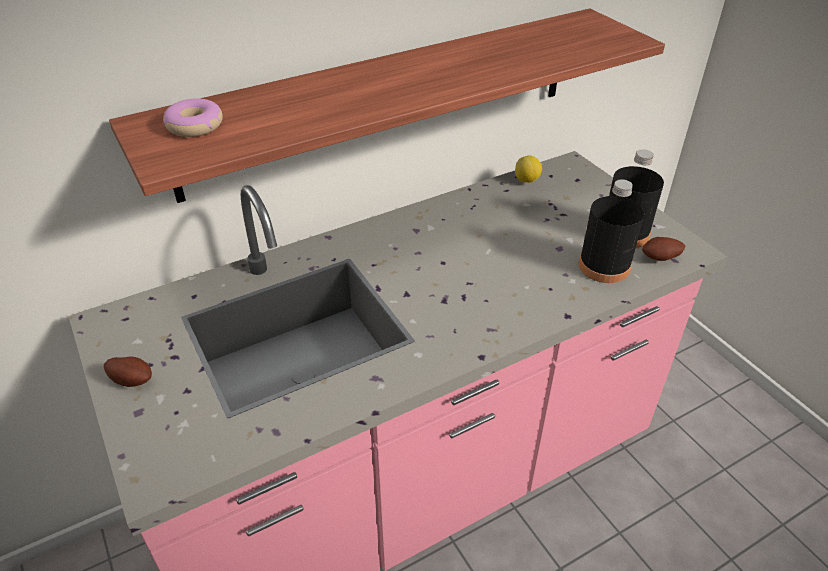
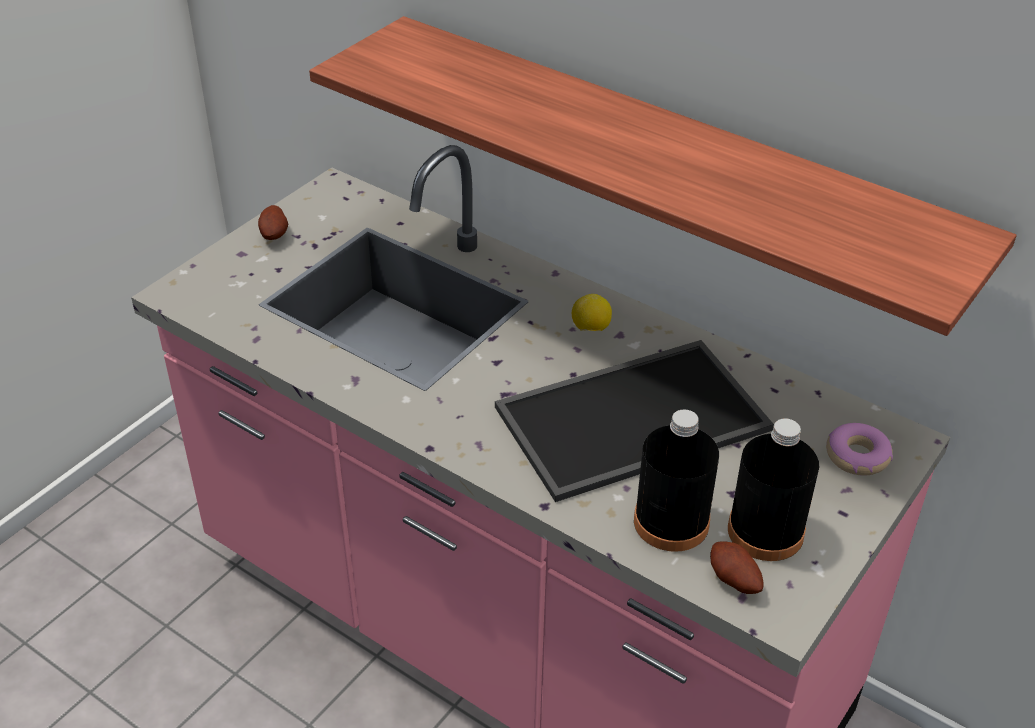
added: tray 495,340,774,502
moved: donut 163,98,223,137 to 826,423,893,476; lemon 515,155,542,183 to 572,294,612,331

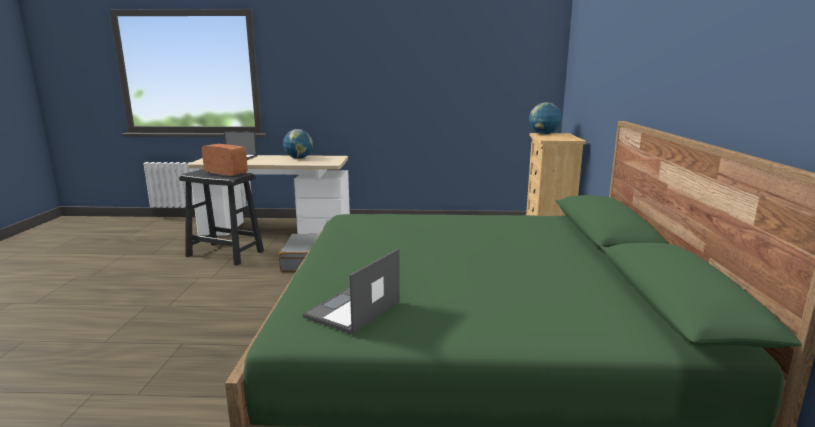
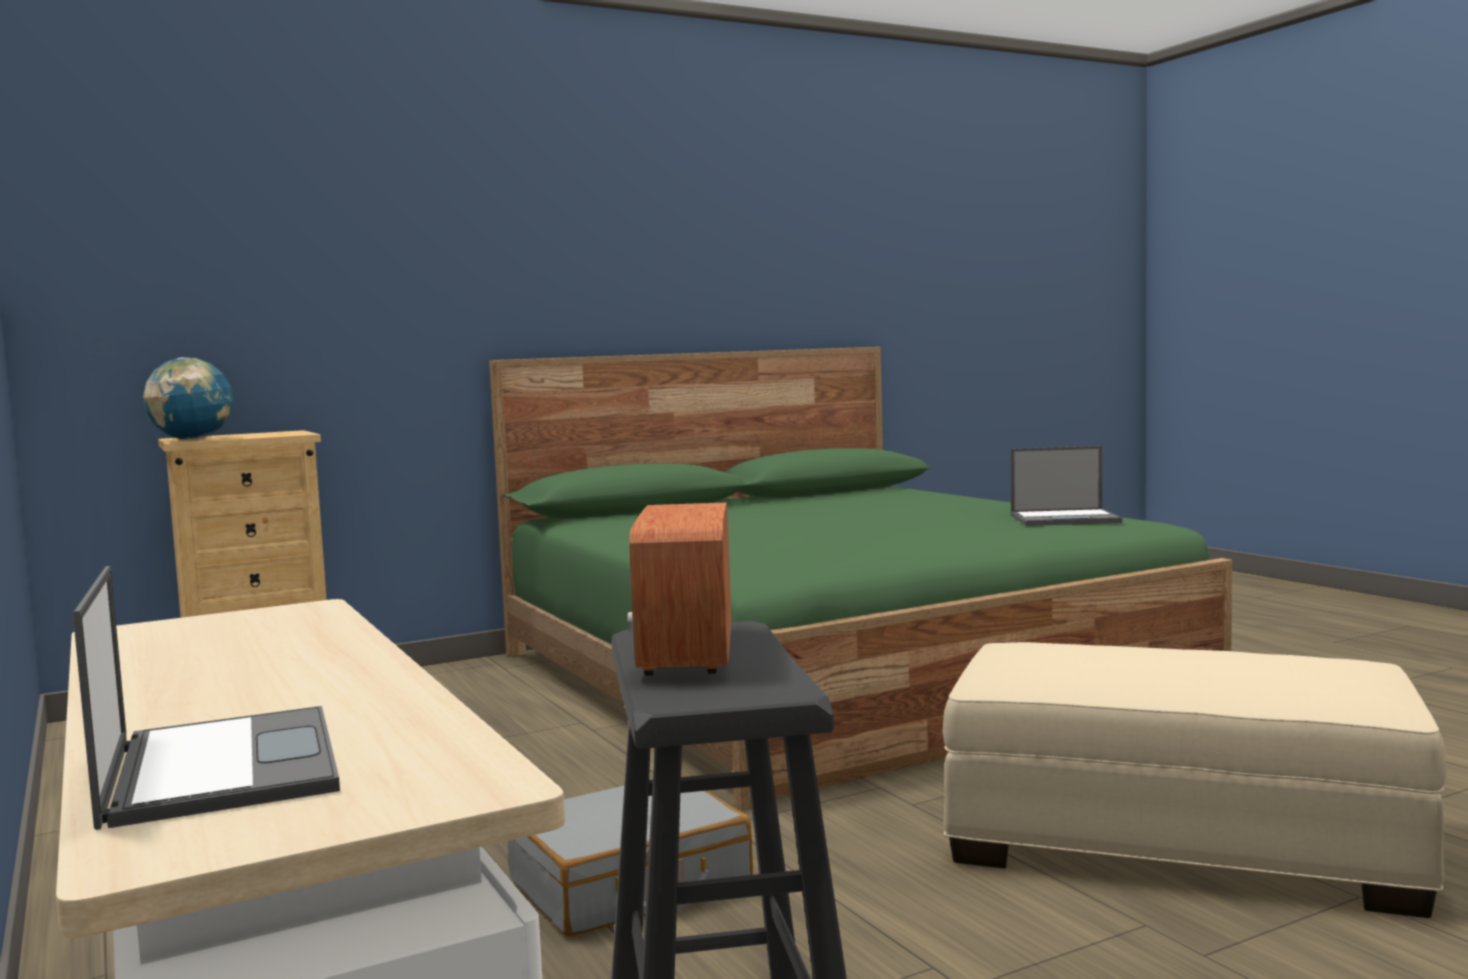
removed: globe 283,129,313,159
added: beige ottoman 943,642,1447,918

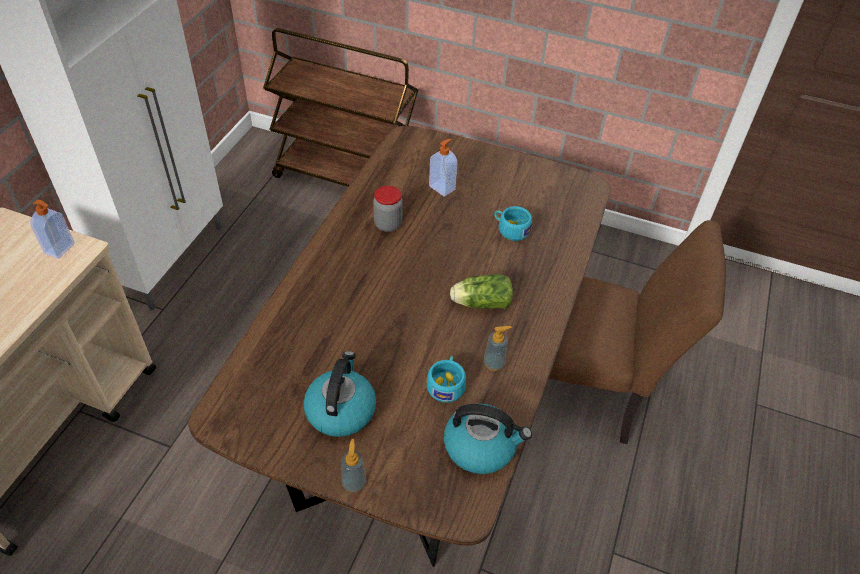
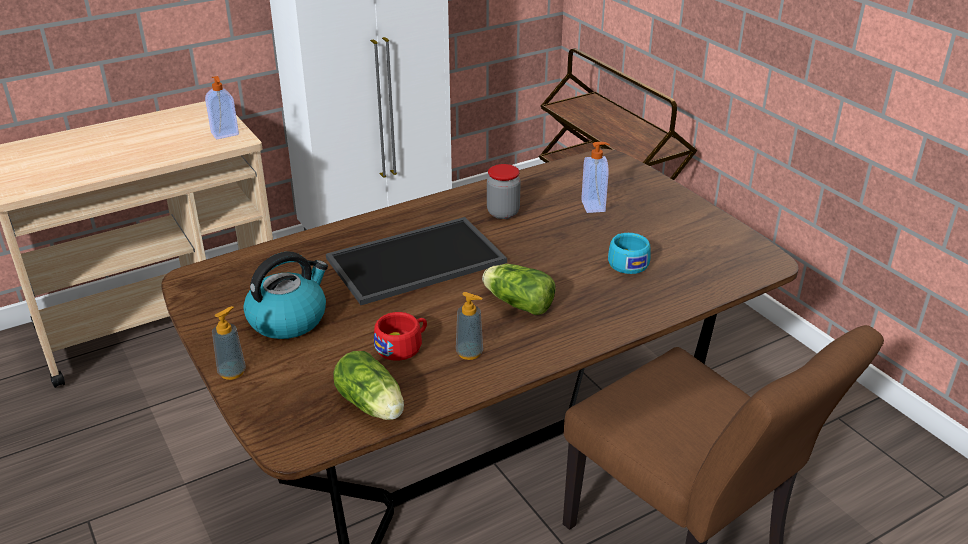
added: tray 326,217,507,305
replaced: kettle 444,403,532,474 to lettuce 333,351,404,420
recoloured: turquoise cup 426,356,466,403 to red cup 374,312,427,361

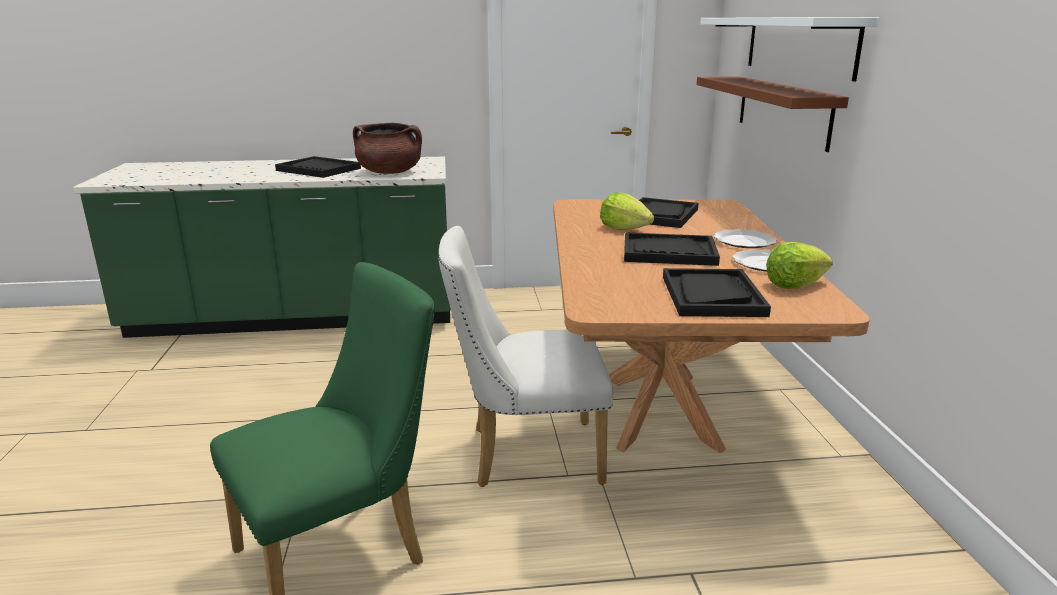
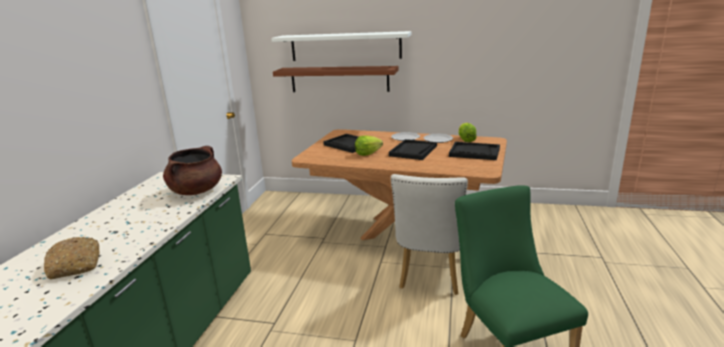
removed: black tray 275,156,361,178
added: bread 44,237,99,279

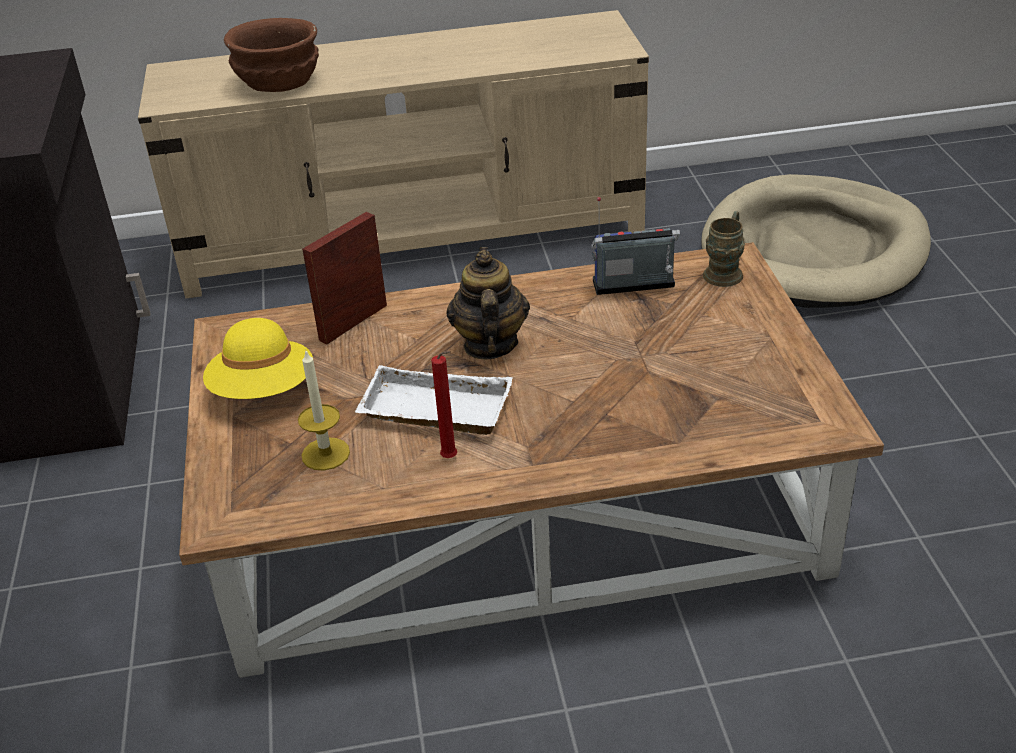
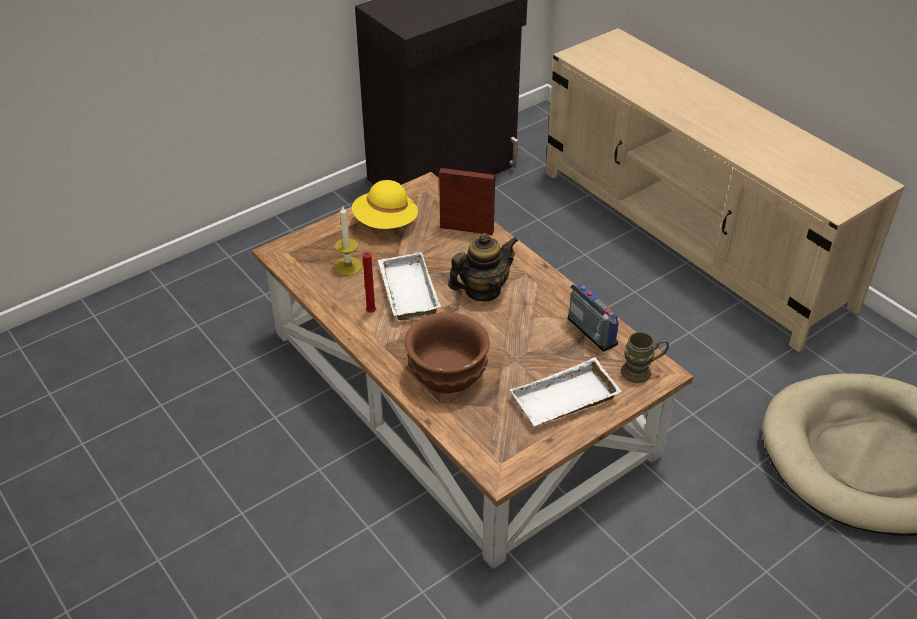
added: white tray 510,357,622,426
moved: brown bowl 224,18,319,92 to 405,312,490,393

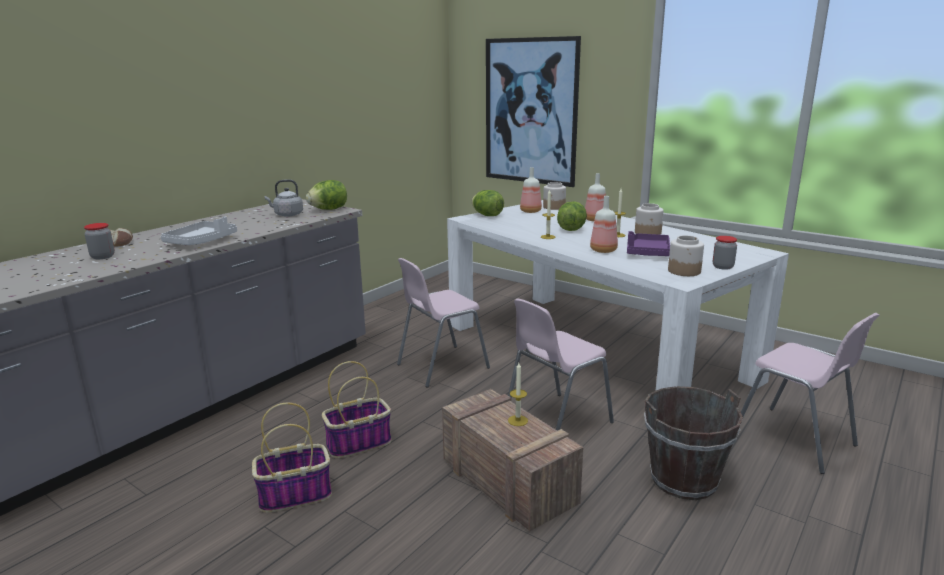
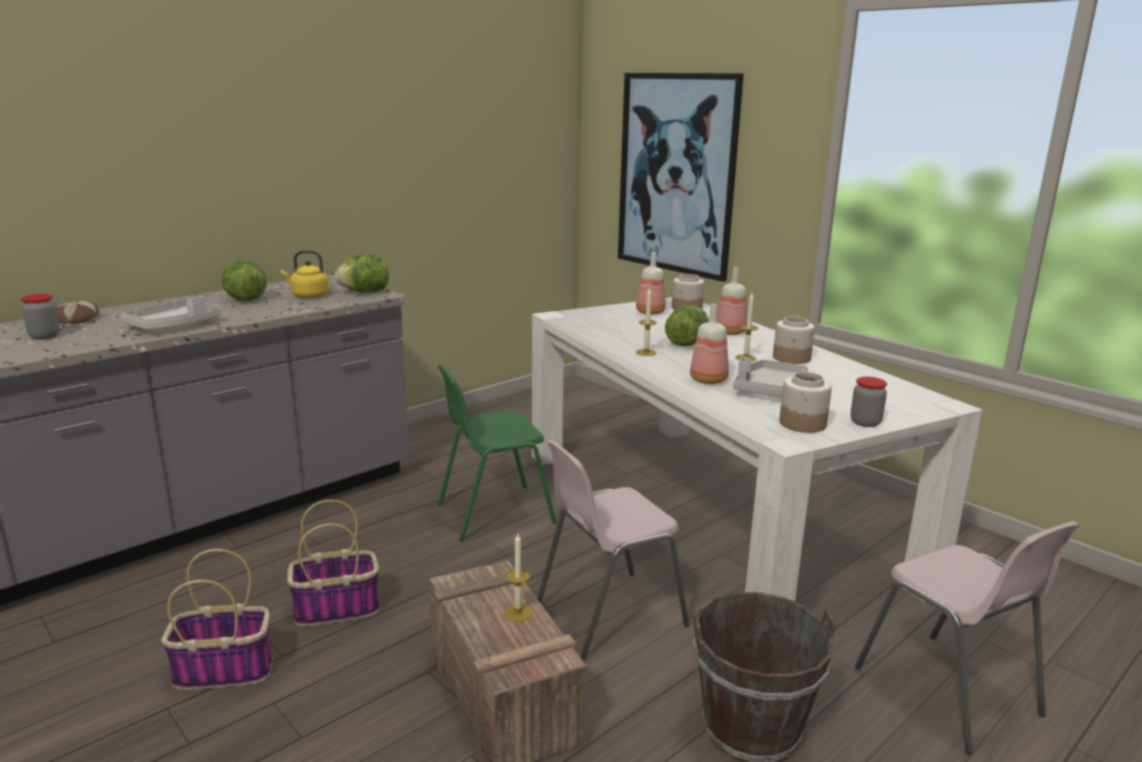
moved: lettuce 471,190,504,216 to 222,260,267,301
recoloured: grey kettle 265,180,303,217 to yellow kettle 281,251,329,298; purple tray 627,231,670,256 to grey tray 733,357,808,397; pink chair 397,258,490,387 to green chair 438,365,557,541

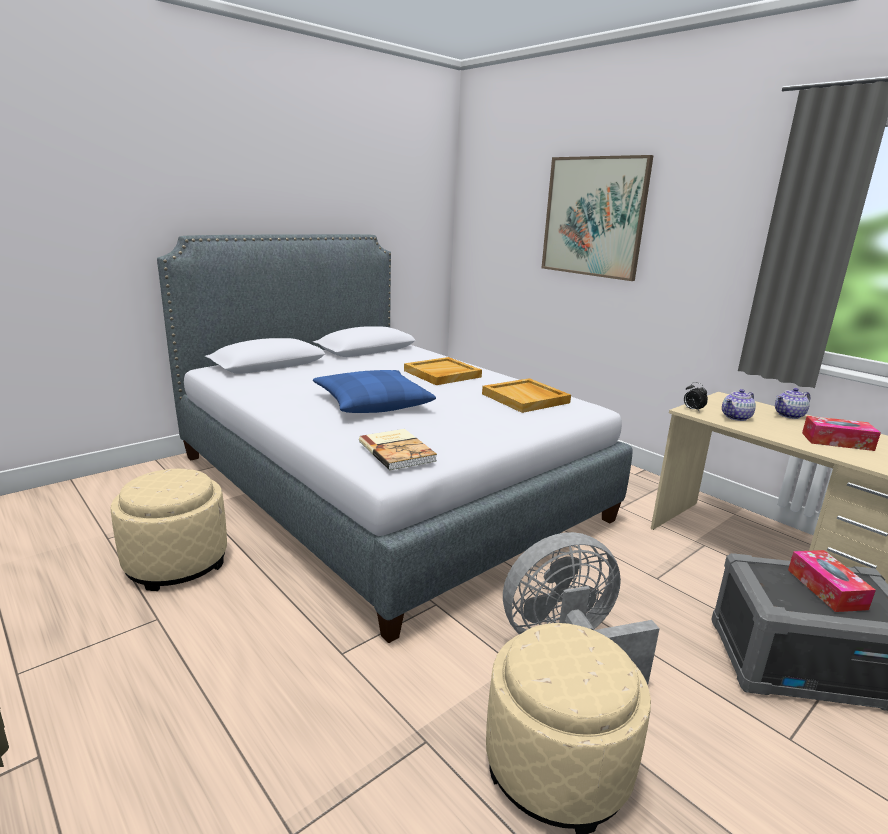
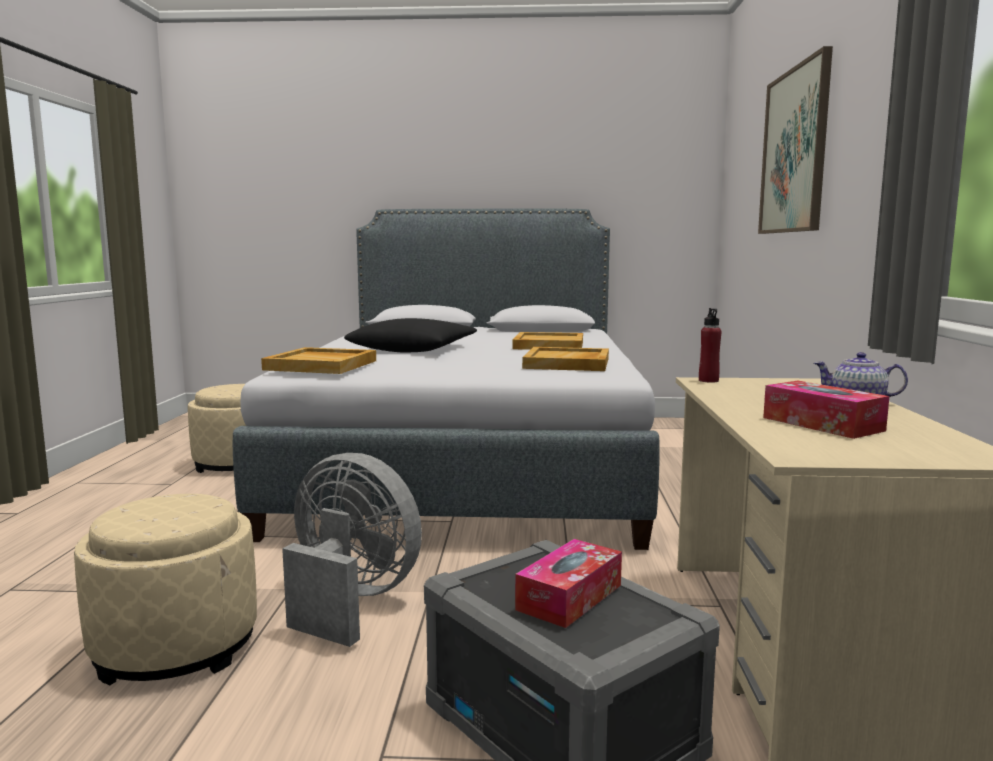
removed: teapot 722,389,756,421
replaced: alarm clock 684,382,708,411 to red bottle 699,308,722,383; book 359,429,437,470 to beige tray 261,347,376,374
recoloured: blue pillow 313,370,436,413 to black pillow 344,318,477,352

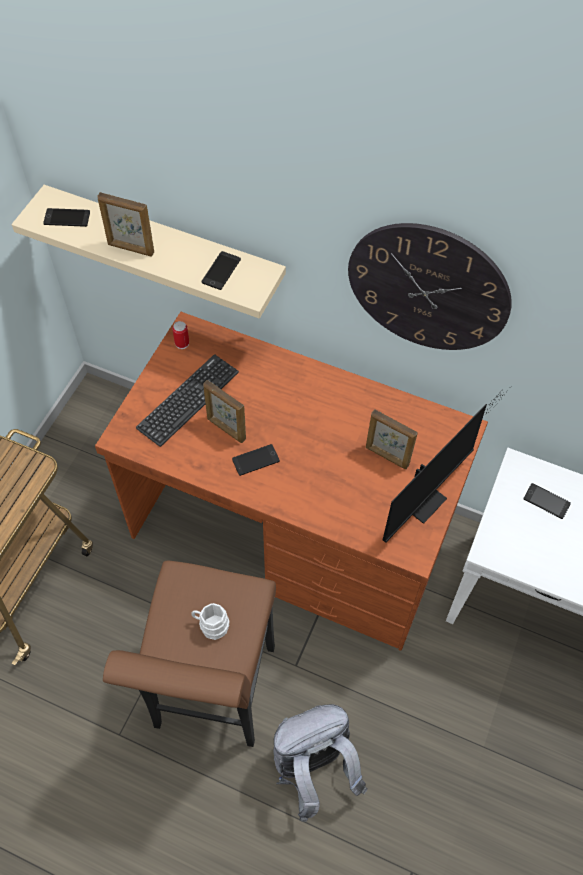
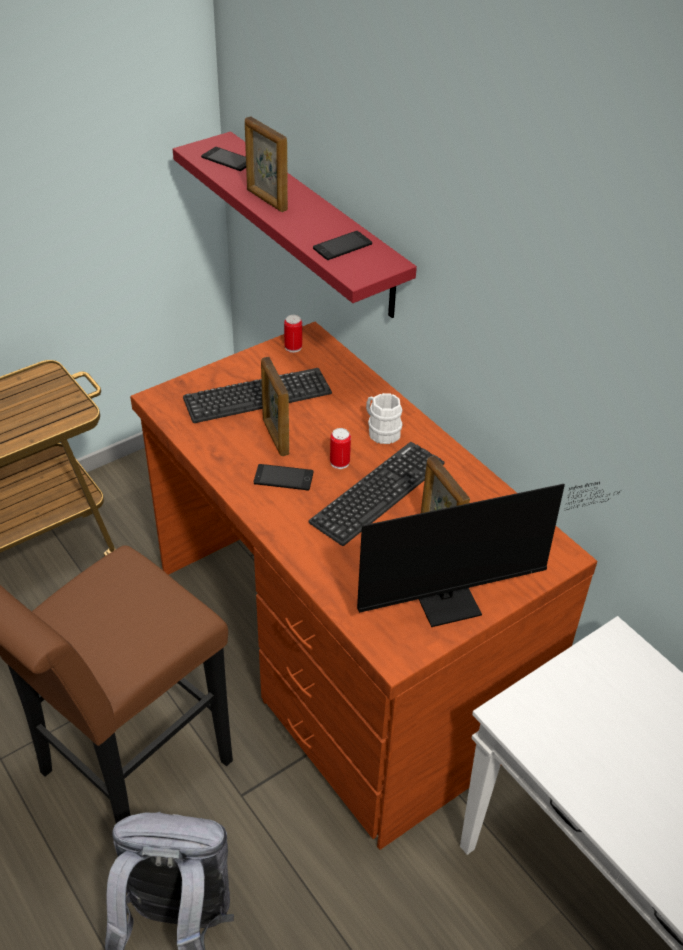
removed: wall clock 348,223,512,350; phone 523,483,571,519
added: can 330,428,351,469; keyboard 308,442,445,546
moved: white mug 192,603,230,640 to 366,393,403,444
recoloured: beige shelf 12,185,286,319 to red shelf 173,132,417,318

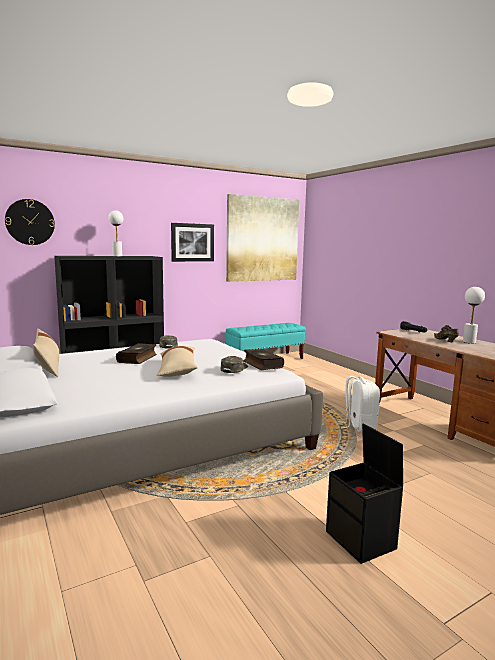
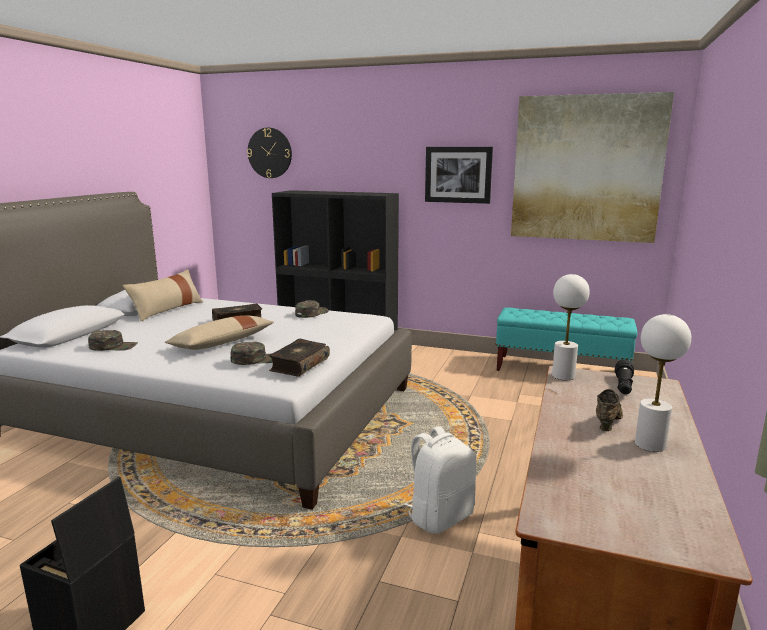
added: green cap 88,330,138,351
moved: white table lamp 108,210,123,257 to 552,274,590,380

